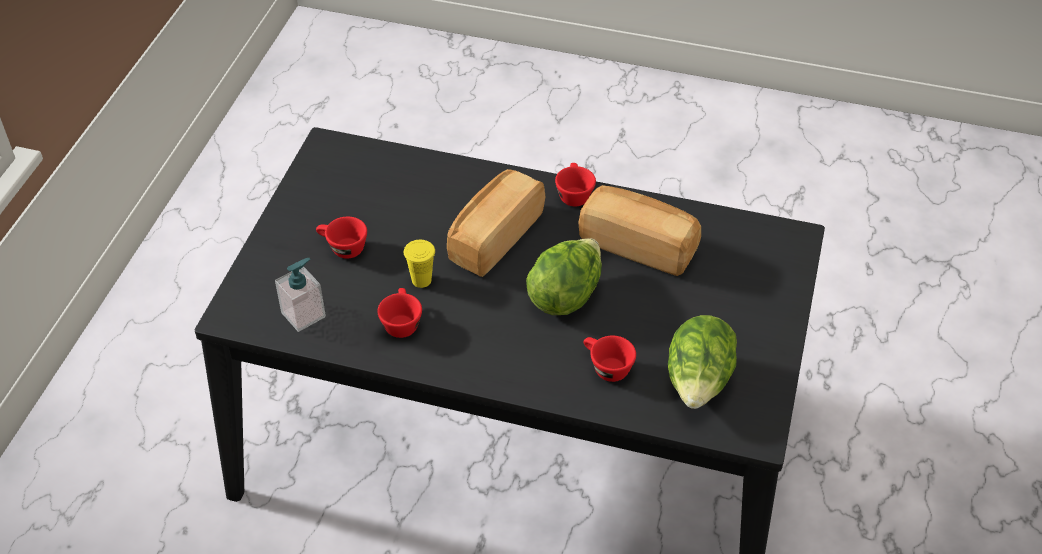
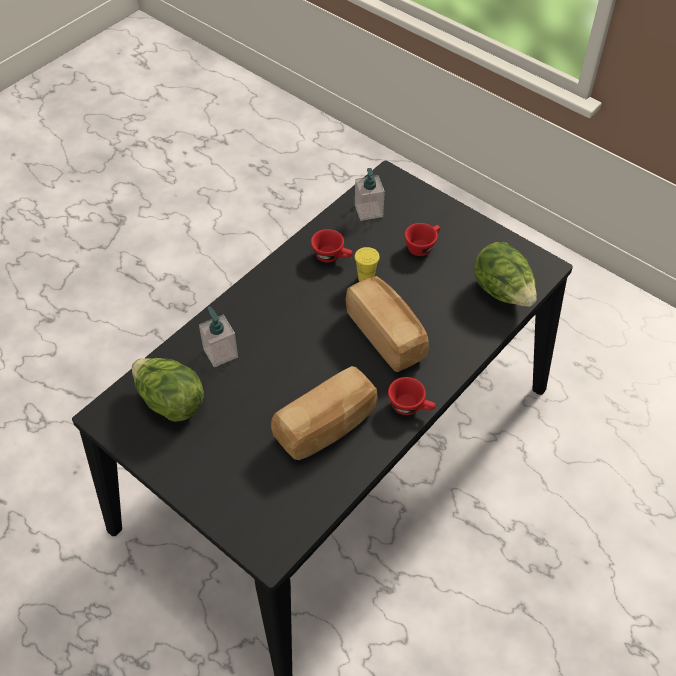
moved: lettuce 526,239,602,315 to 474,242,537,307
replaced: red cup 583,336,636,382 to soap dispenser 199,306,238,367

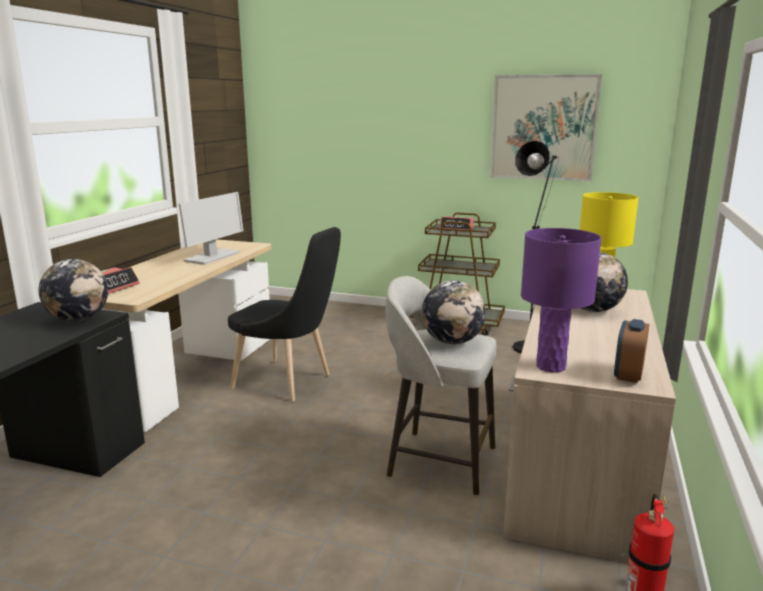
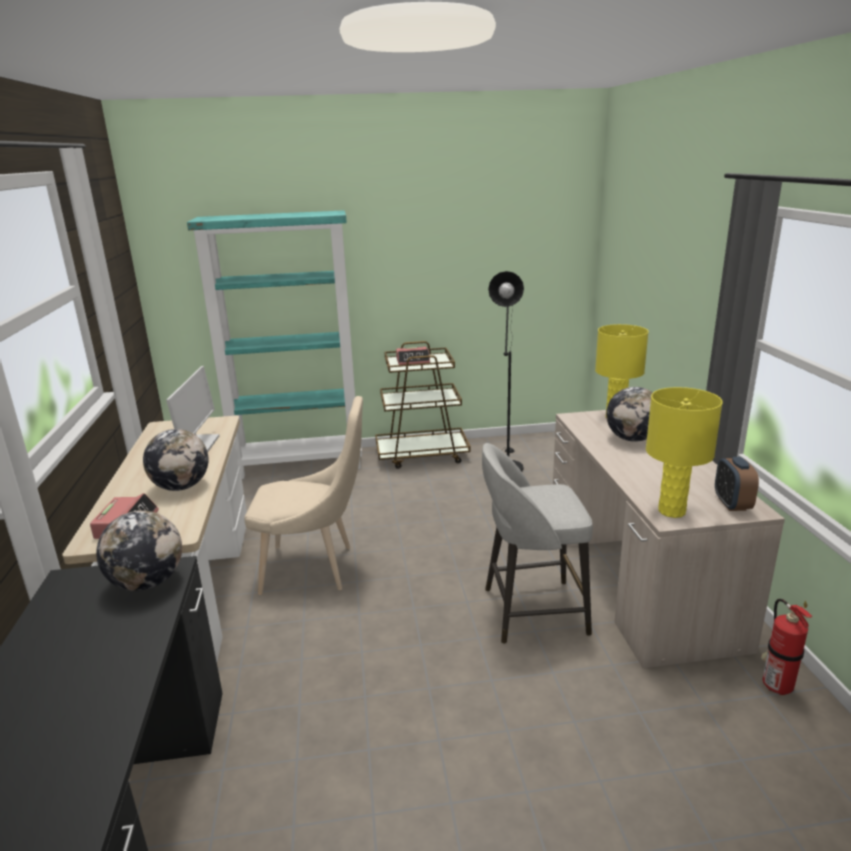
removed: picture 490,74,602,181
added: turquoise bookcase 187,210,362,479
moved: globe 422,280,486,344 to 143,429,208,491
recoloured: black chair 228,227,341,402 to beige chair 244,396,363,595; purple table lamp 521,228,602,372 to yellow table lamp 646,387,723,518

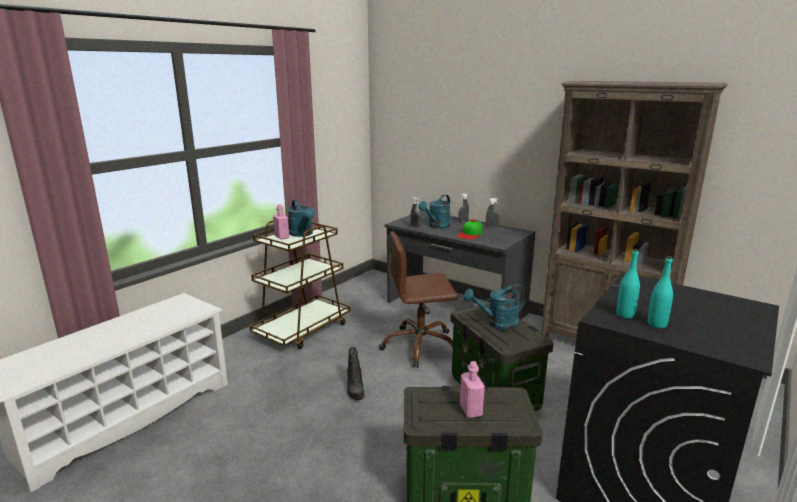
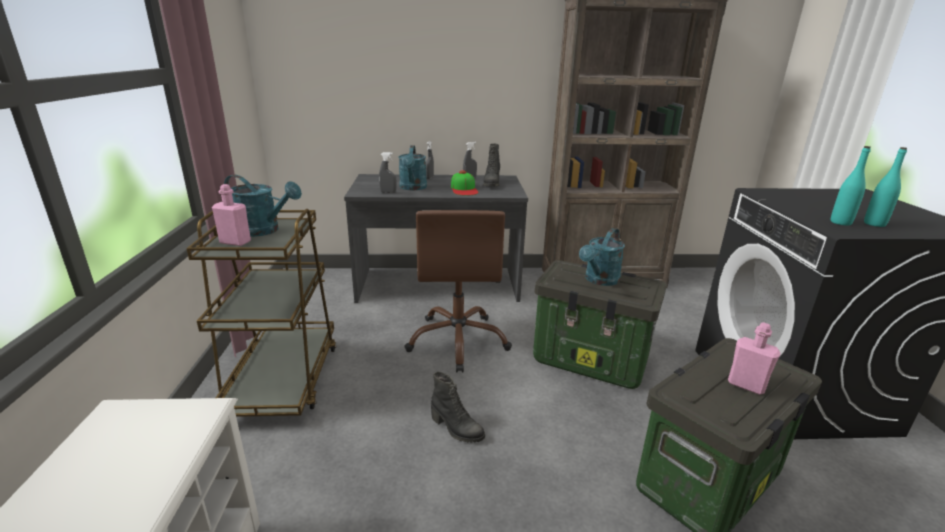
added: black boot 483,144,500,187
turned: brown office chair 379,231,458,368 = 404,210,512,372 45 degrees counterclockwise

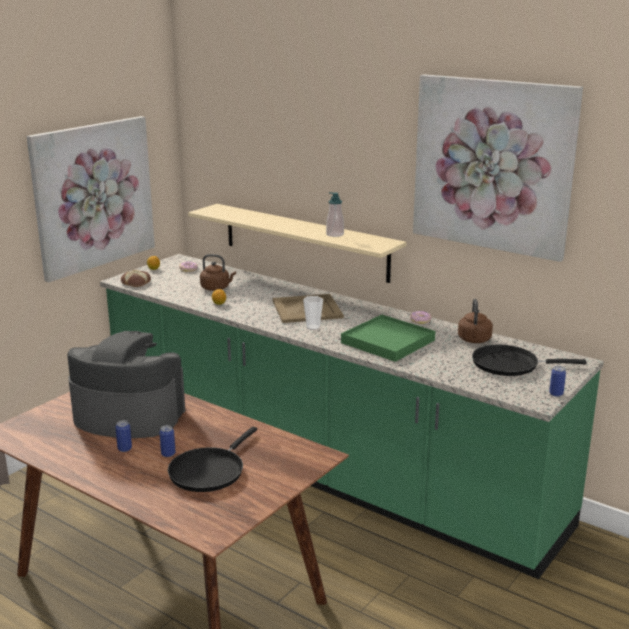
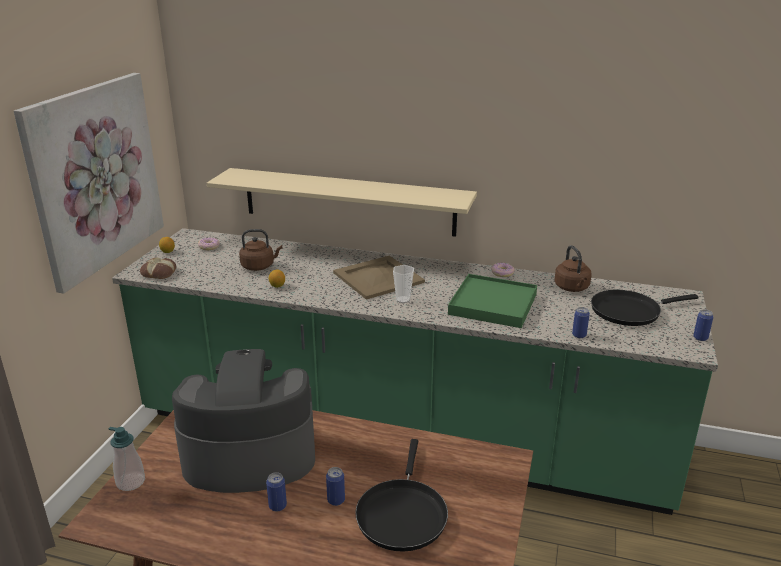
removed: picture 413,74,583,262
added: can 572,307,590,338
moved: soap dispenser 326,192,344,237 to 109,427,145,491

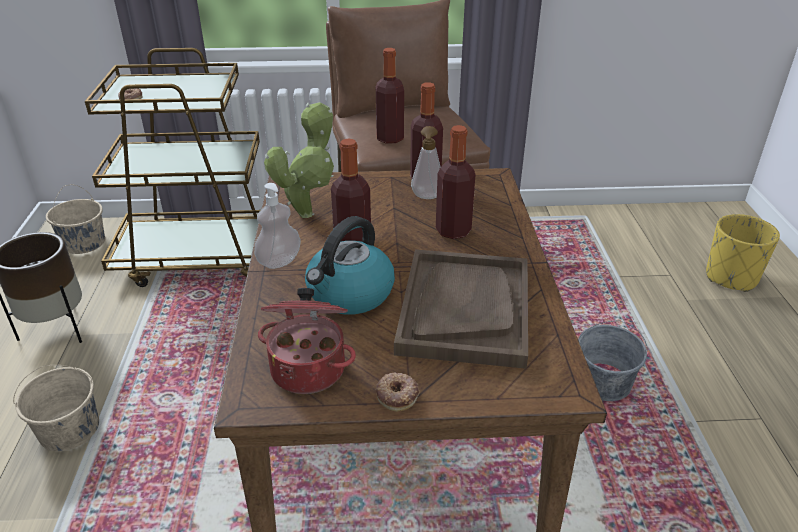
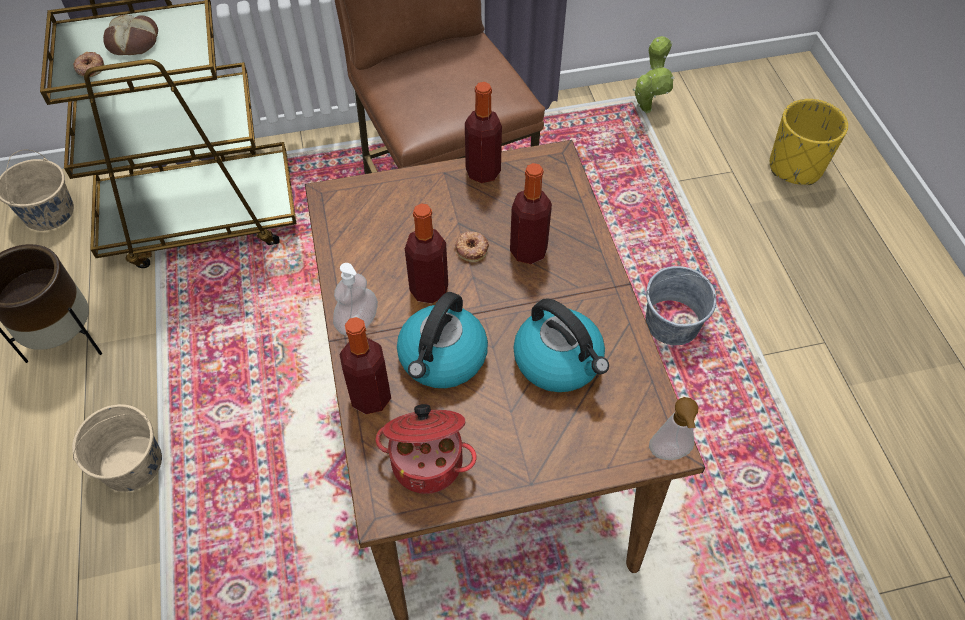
added: bread 103,15,158,55
moved: bottle 376,48,404,144 to 340,317,391,414; potted plant 264,102,334,218 to 633,36,674,113; soap dispenser 411,126,441,199 to 649,397,698,460; donut 376,372,420,412 to 455,231,489,263
replaced: brown tray 394,249,528,369 to kettle 513,298,609,392

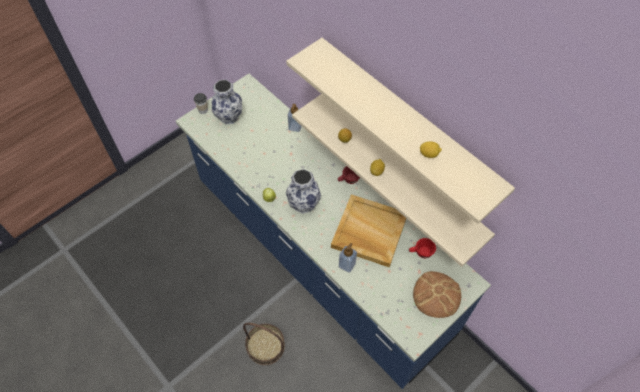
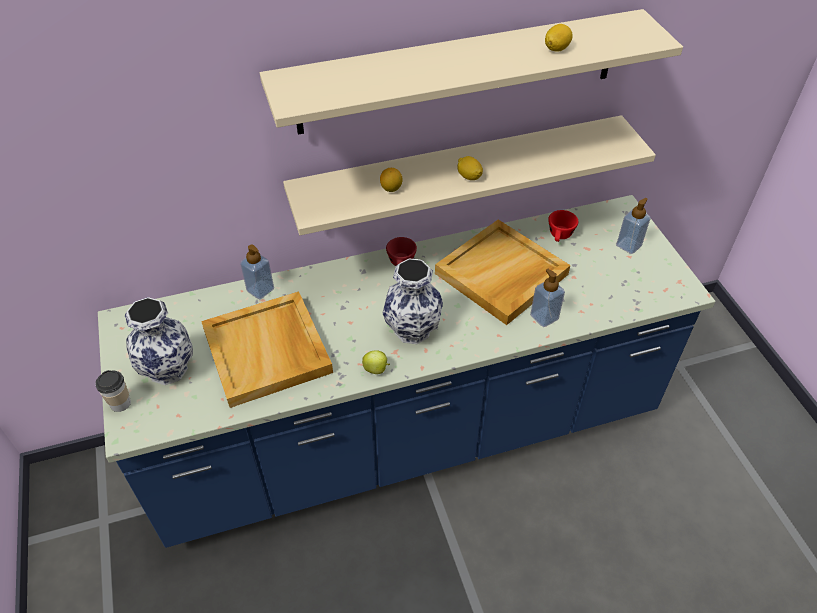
removed: basket 243,323,285,365
added: beige tray 201,291,333,408
replaced: bread 413,271,461,318 to soap dispenser 616,198,651,254

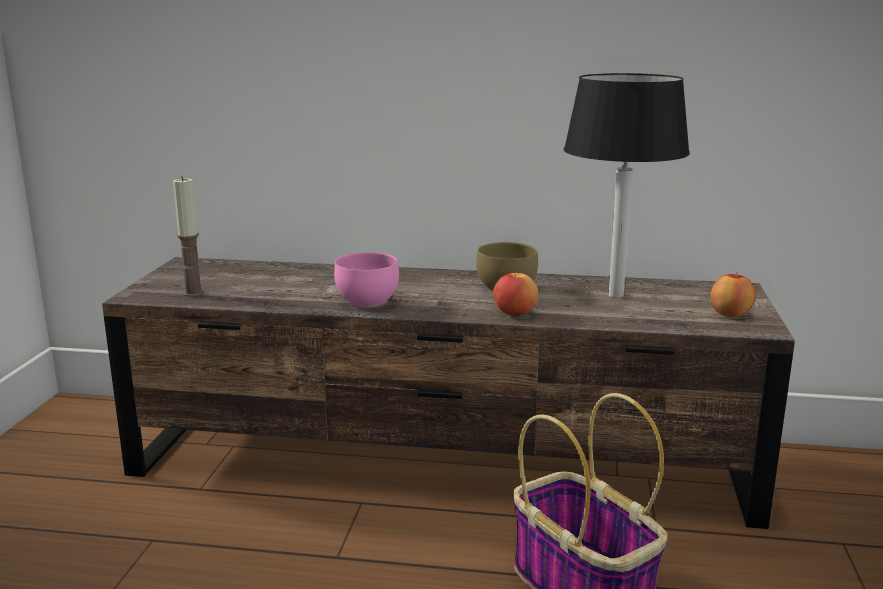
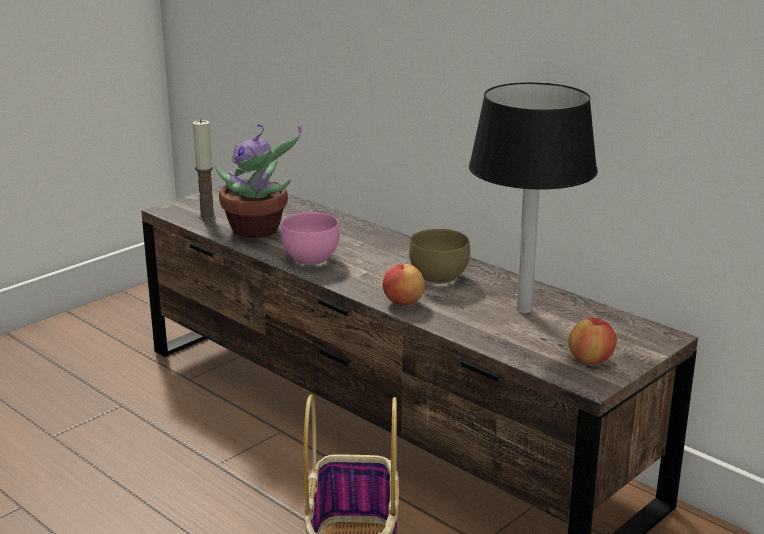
added: potted plant 214,124,302,238

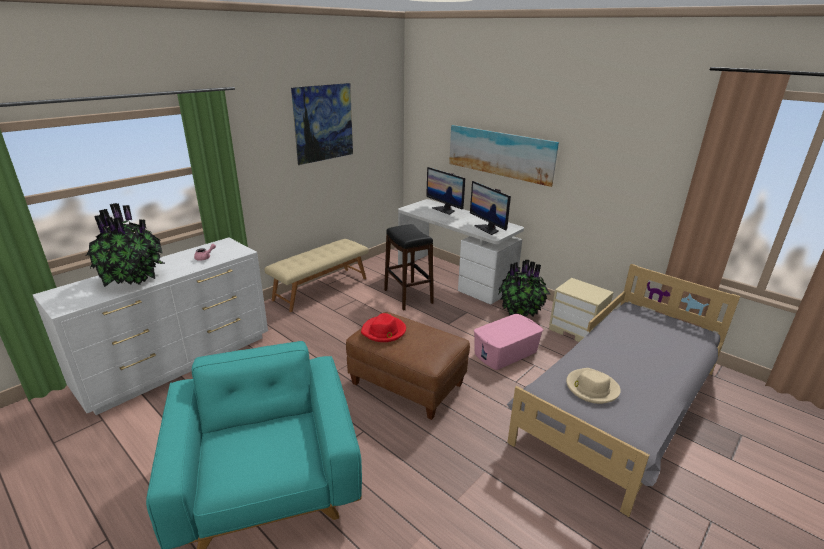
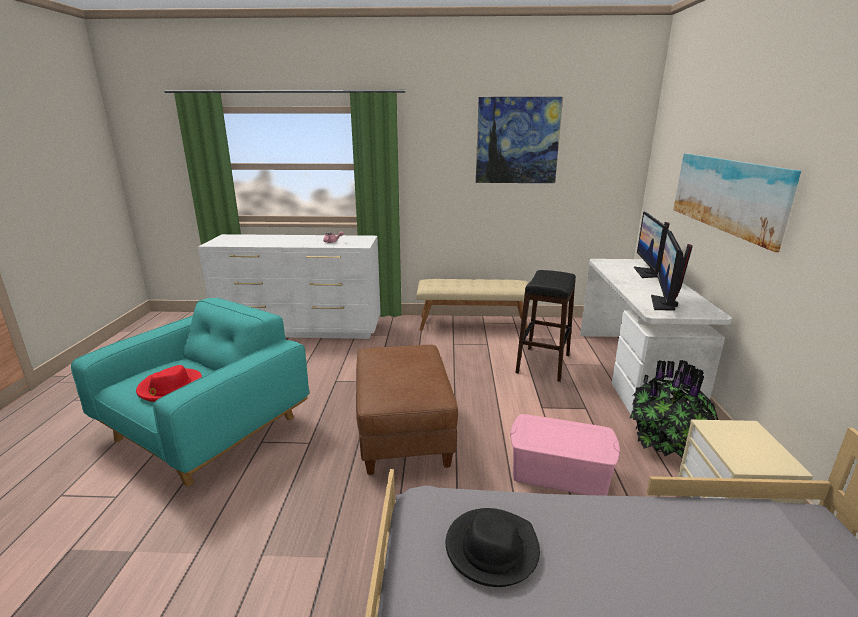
removed: potted plant 86,203,165,287
moved: red hat 361,313,406,342 to 136,365,202,402
recoloured: beige hat 566,368,621,404 to black hat 446,508,540,587

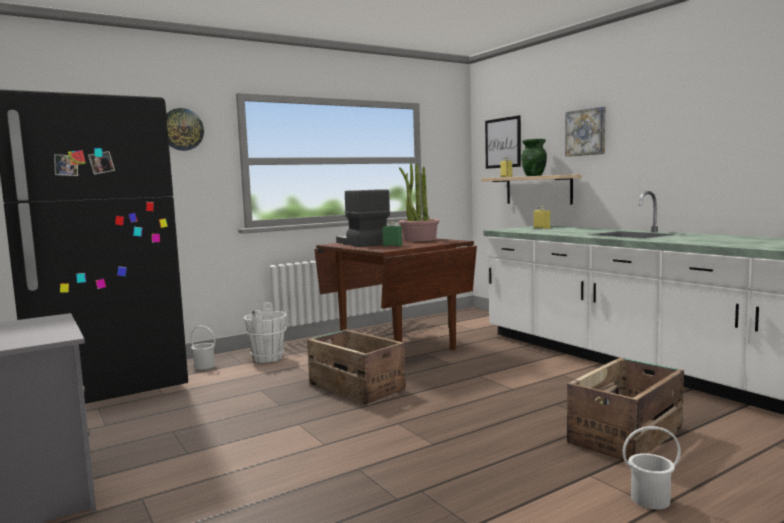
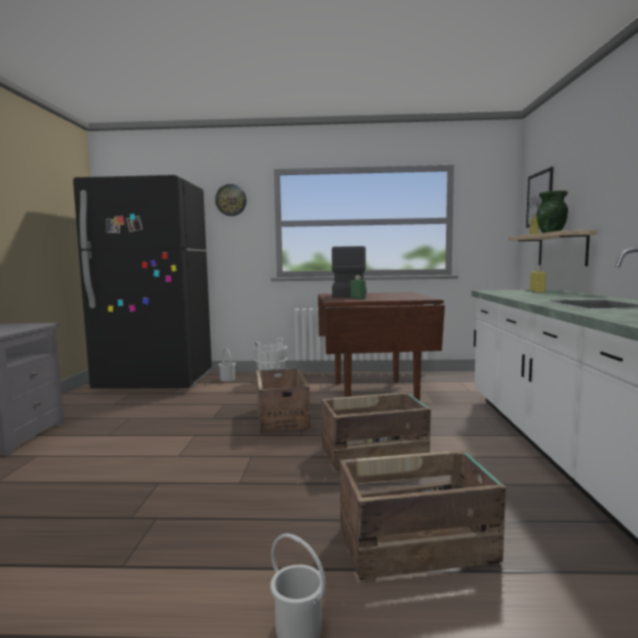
removed: picture 565,107,605,157; potted plant 399,163,439,241
added: crate 322,392,431,471

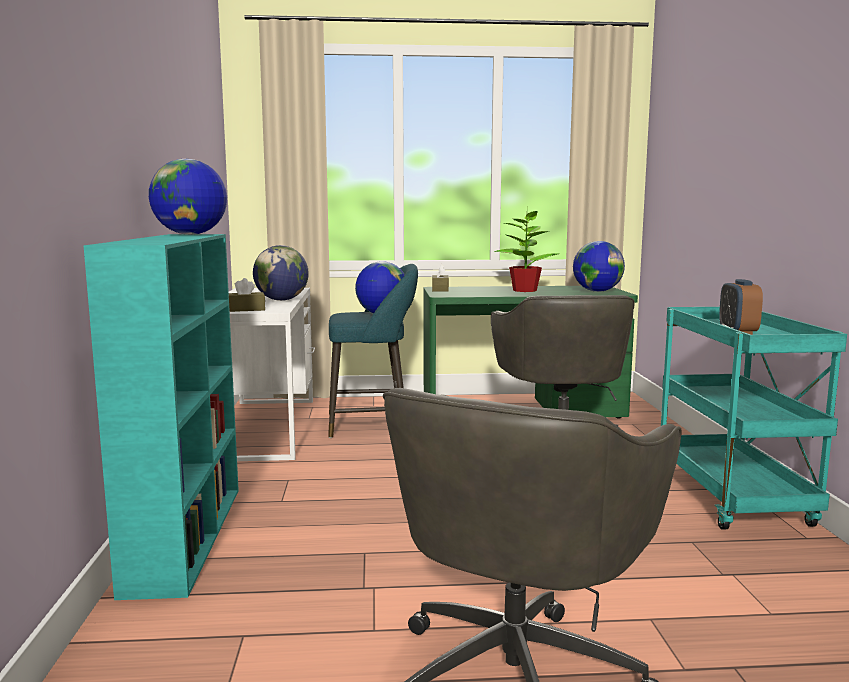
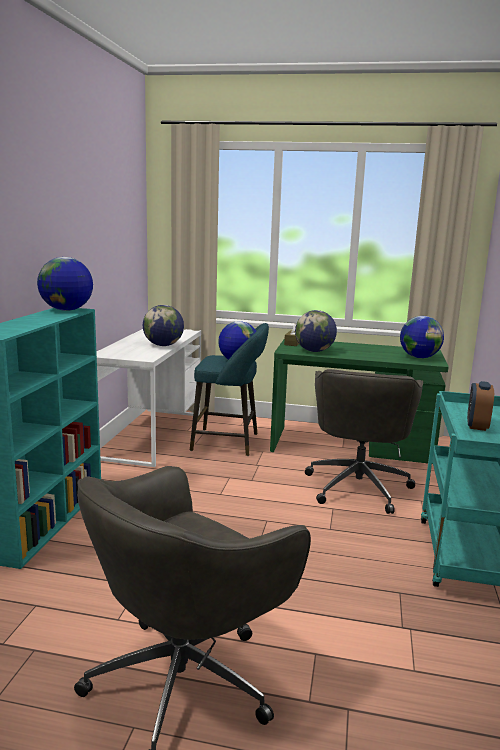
removed: potted plant 494,211,557,292; brown tissue box 229,278,265,312
added: globe 295,310,337,352

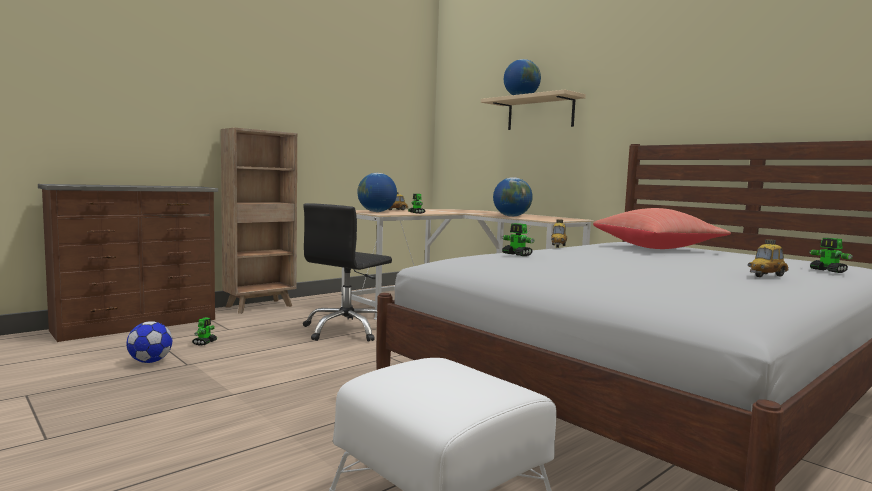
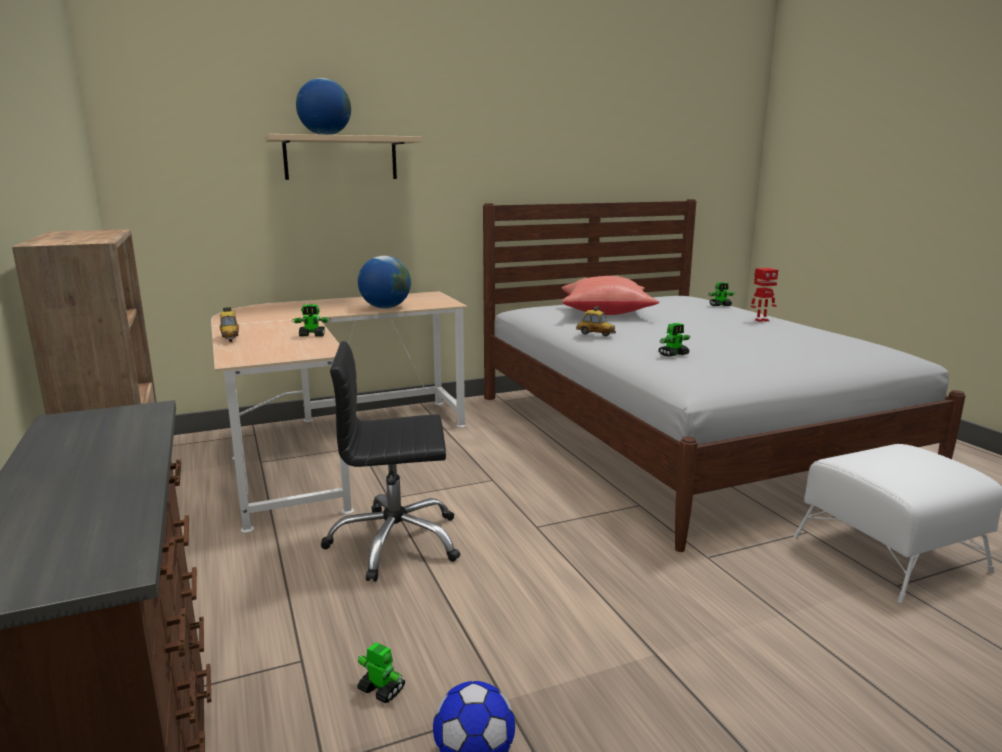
removed: globe 357,173,397,212
replaced: toy car 748,239,789,277 to toy robot 751,268,778,322
turned: black office chair 303,203,392,342 = 321,341,460,582 120 degrees clockwise

